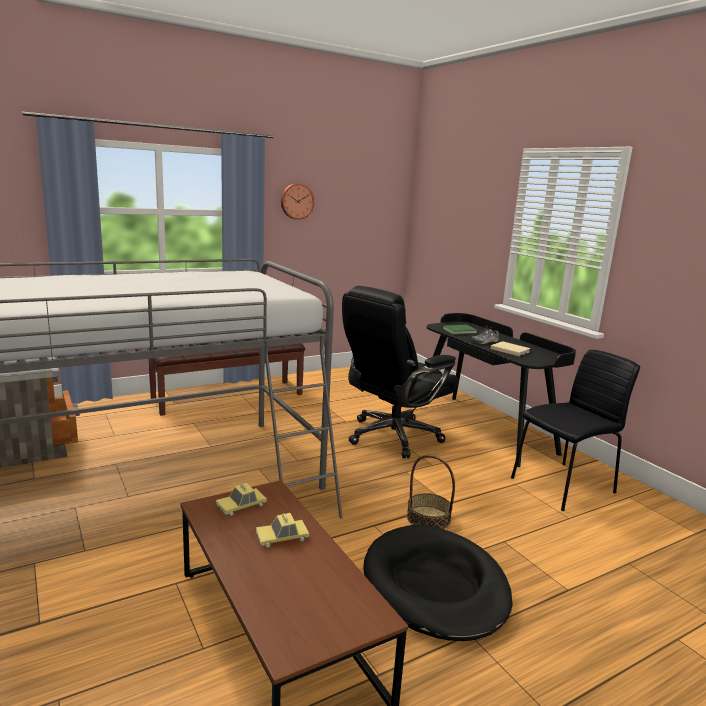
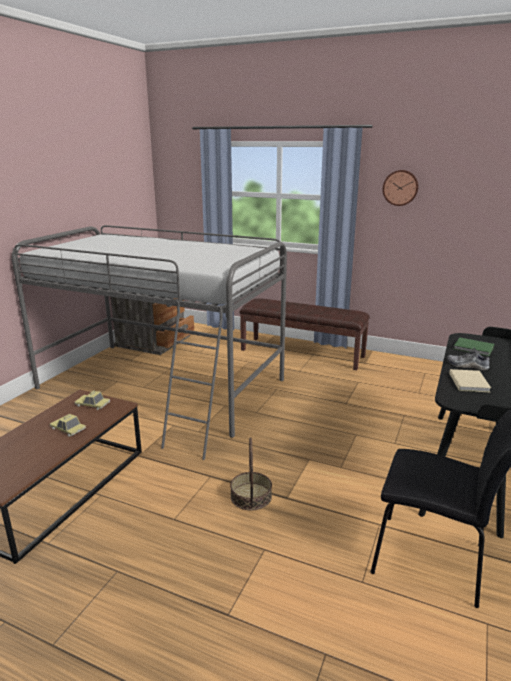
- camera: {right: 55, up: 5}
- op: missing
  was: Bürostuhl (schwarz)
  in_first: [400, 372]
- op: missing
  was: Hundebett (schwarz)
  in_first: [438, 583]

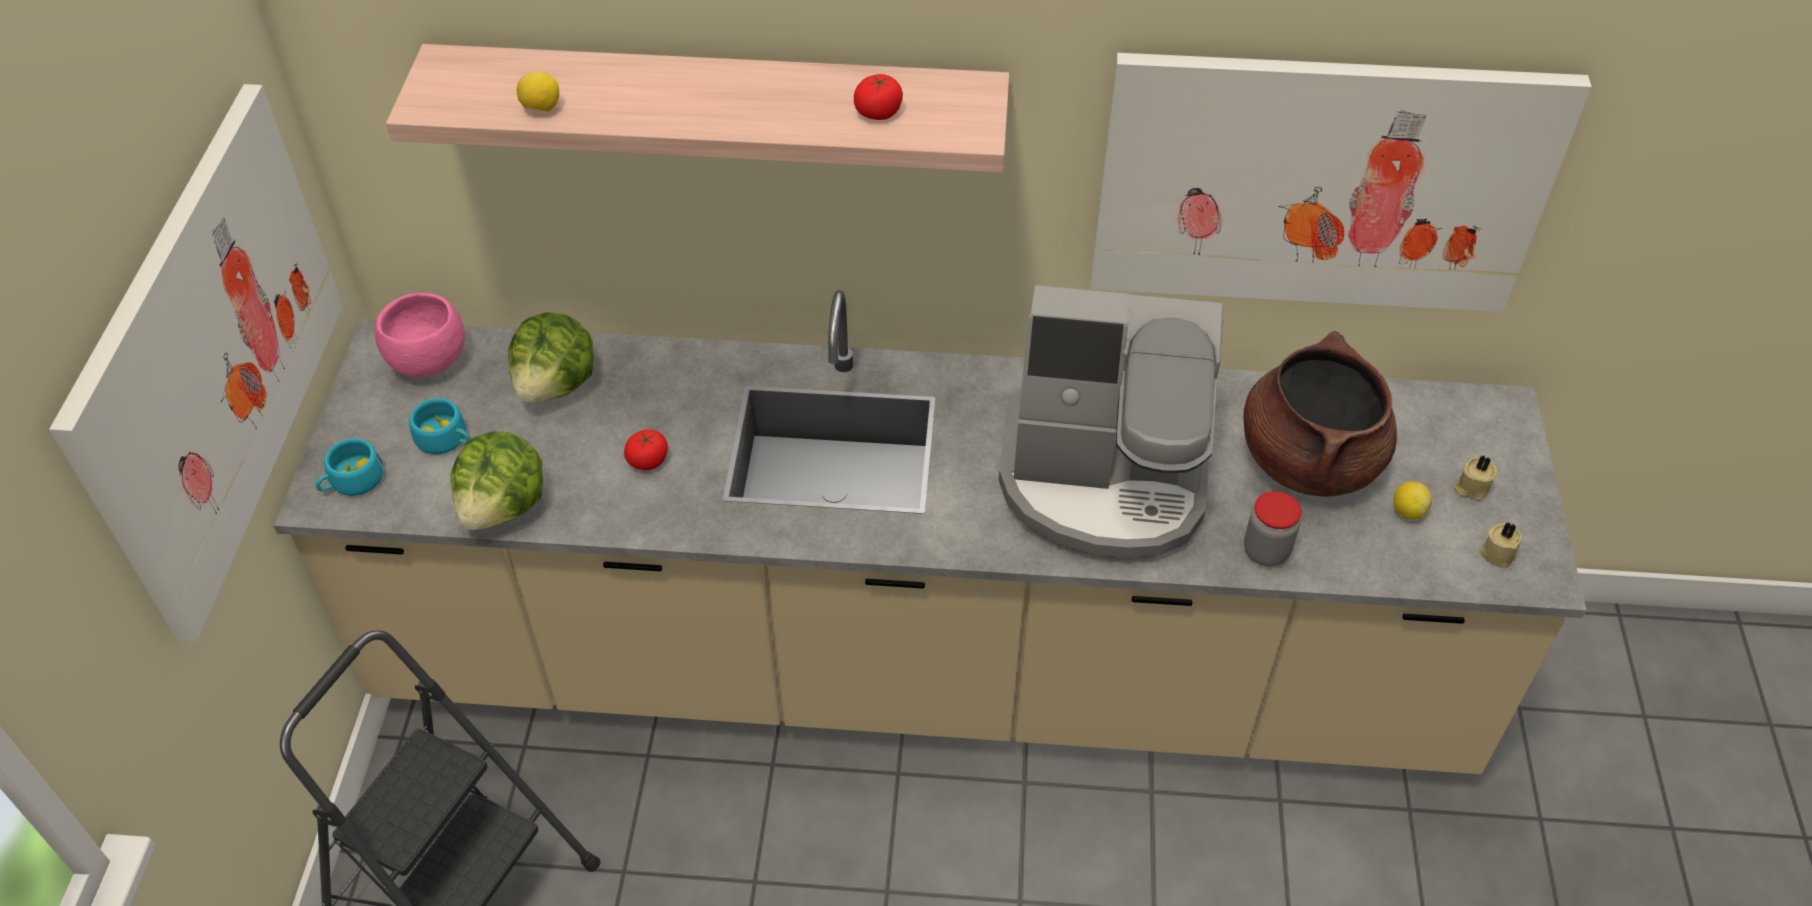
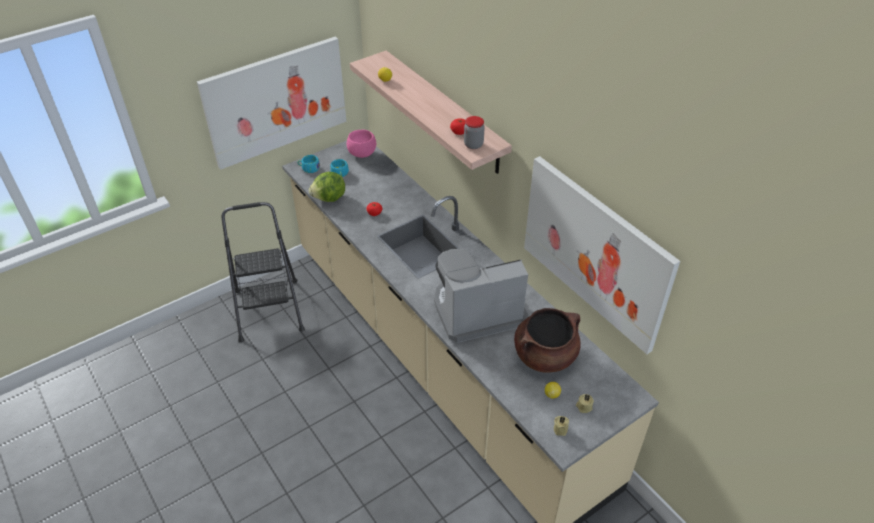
- camera: {right: 50, up: -5}
- op: missing
  was: Salatkopf
  in_first: [551, 357]
- op: spun
  was: Kaffeemaschine
  in_first: [1111, 422]
  in_second: [481, 296]
  clockwise: 105
- op: relocated
  was: Vorratsglas
  in_first: [1273, 528]
  in_second: [474, 132]

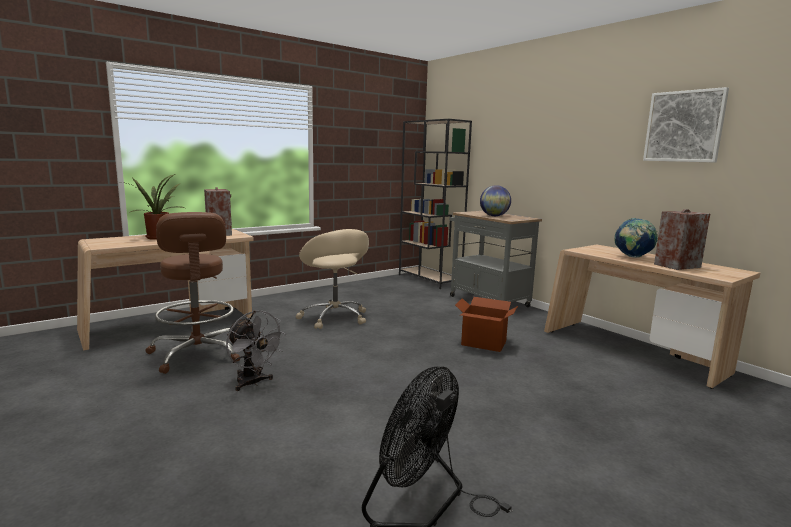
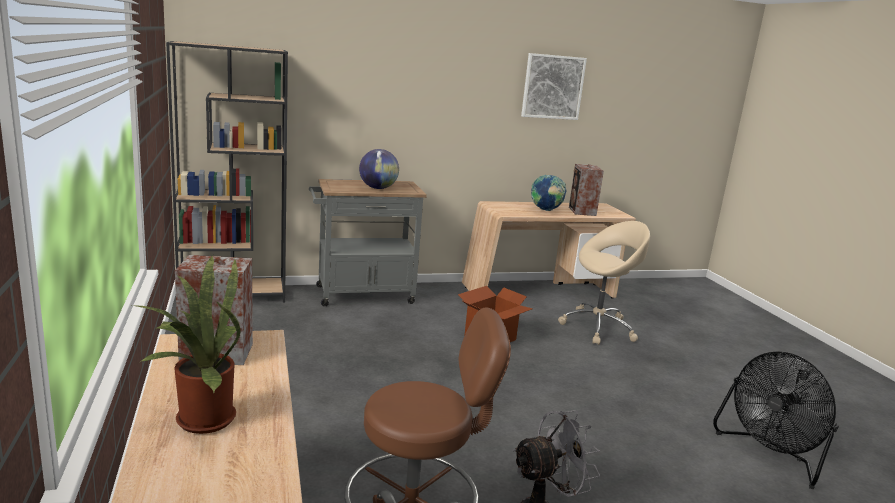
- camera: {right: -70, up: 5}
- op: relocated
  was: Bürostuhl (beige)
  in_first: [332, 279]
  in_second: [604, 283]

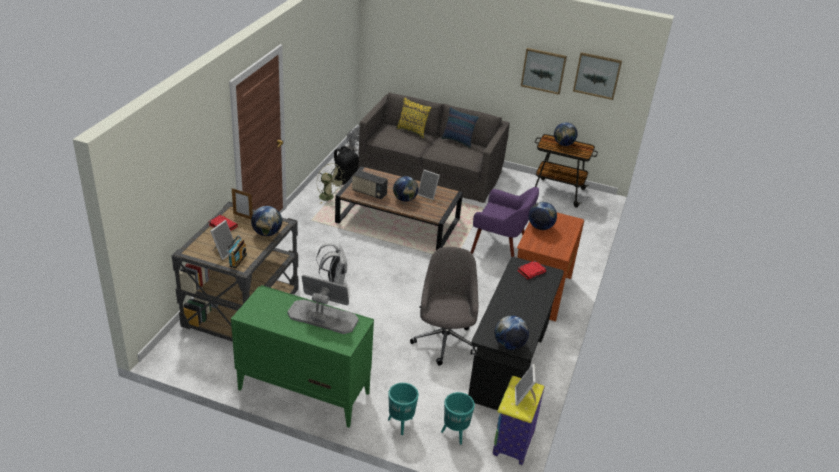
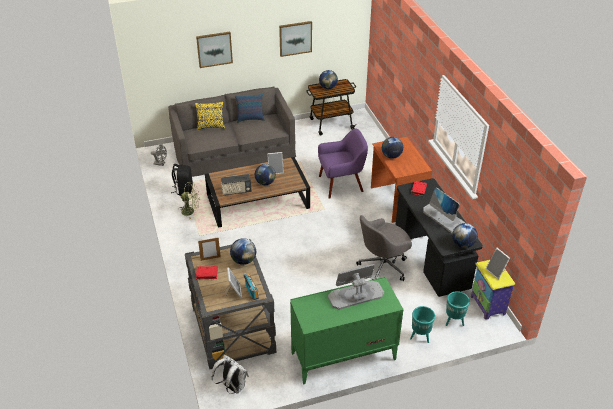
- camera: {right: -35, up: 5}
- op: relocated
  was: Rucksack (weiß)
  in_first: [331, 264]
  in_second: [230, 374]
- op: spun
  was: Bürostuhl (grau)
  in_first: [444, 306]
  in_second: [384, 248]
  clockwise: -90
- op: relocated
  was: Bild
  in_first: [597, 76]
  in_second: [214, 50]
- op: appeared
  now: Monitor
  in_second: [444, 210]

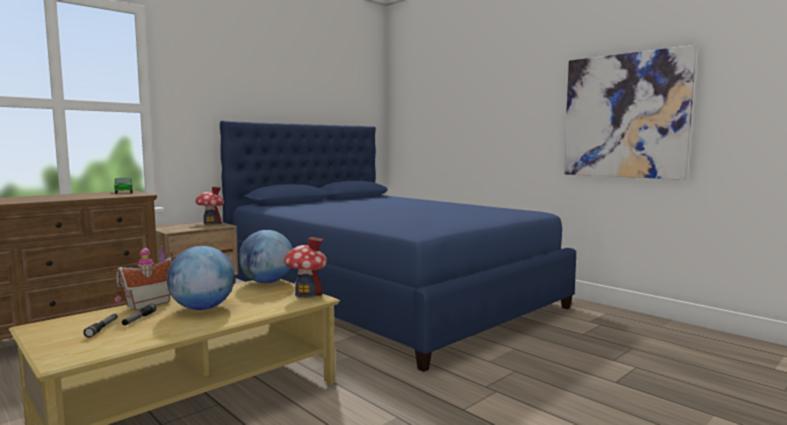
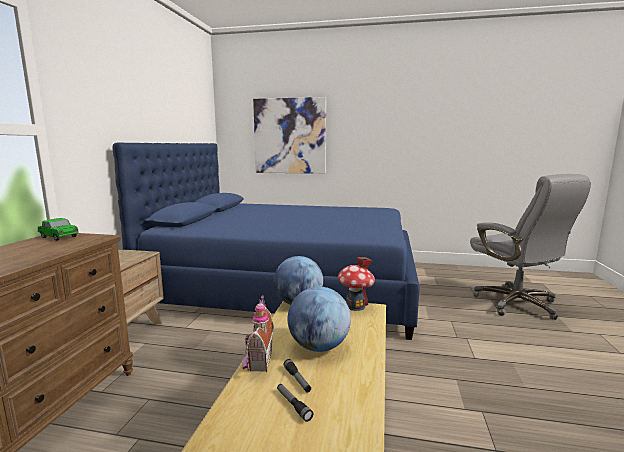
- camera: {right: -35, up: 5}
- op: missing
  was: Spielzeughaus
  in_first: [209, 205]
- op: relocated
  was: Bild
  in_first: [630, 112]
  in_second: [289, 135]
- op: appeared
  now: Bürostuhl (grau)
  in_second: [530, 247]

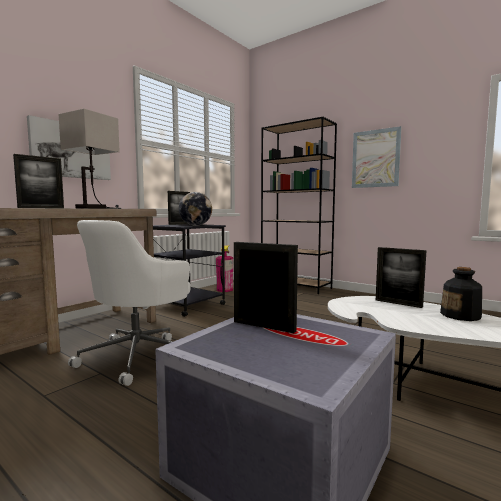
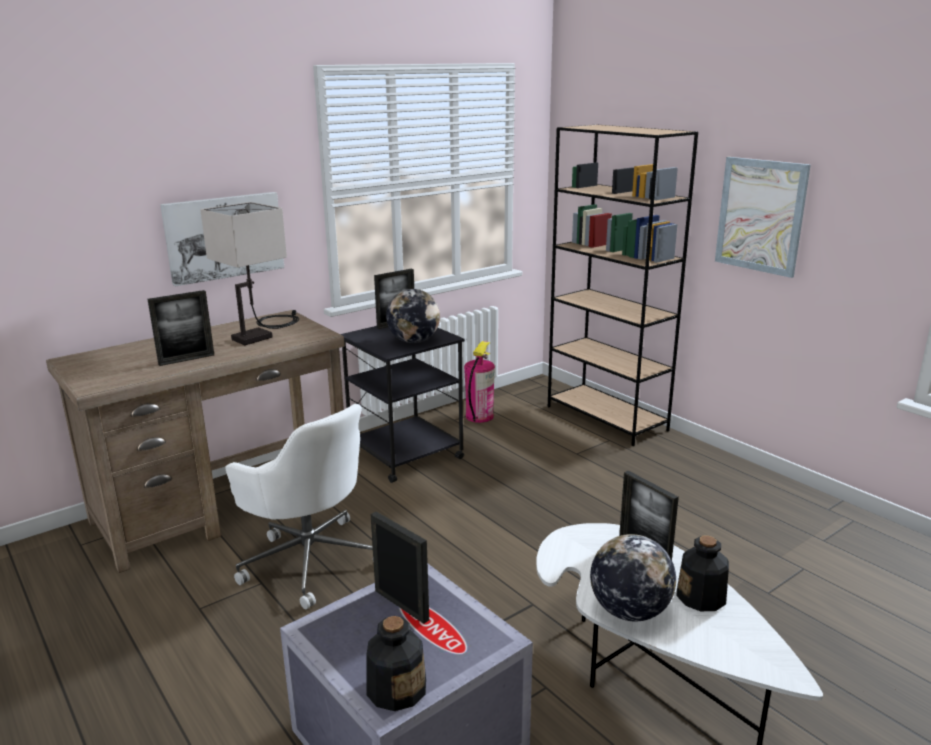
- camera: {right: 15, up: 15}
- op: spun
  was: Bürostuhl (weiß)
  in_first: [129, 303]
  in_second: [299, 506]
  clockwise: -90
- op: appeared
  now: Flasche
  in_second: [396, 663]
- op: appeared
  now: Globus
  in_second: [633, 577]

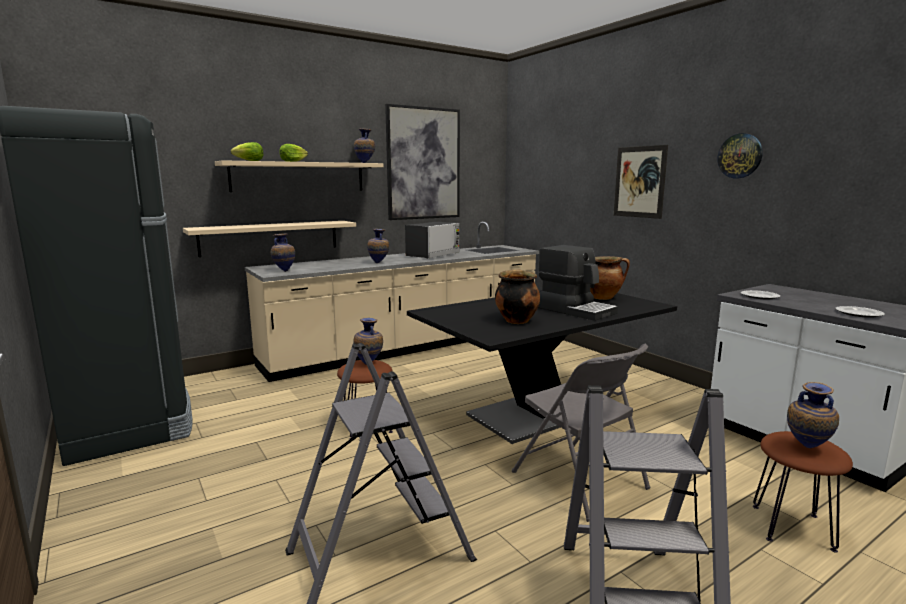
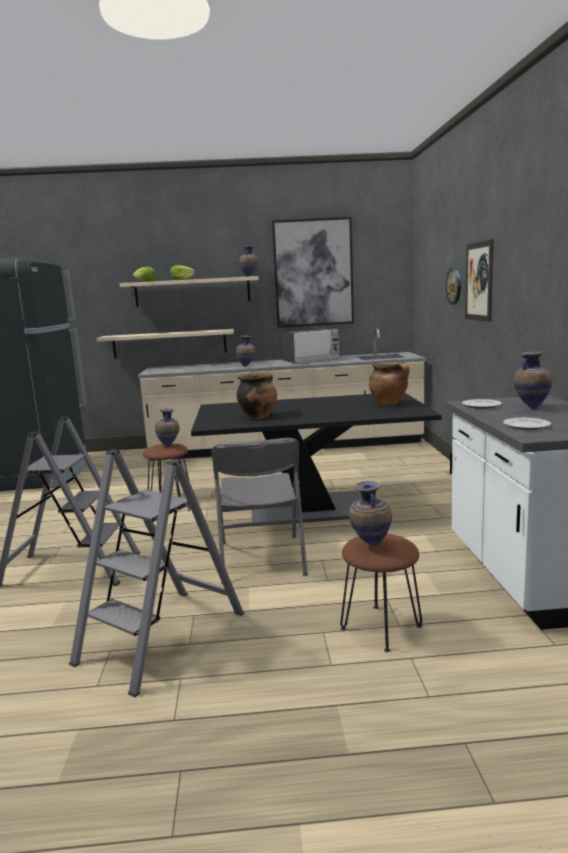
- camera: {right: 30, up: 0}
- op: relocated
  was: Vase
  in_first: [283, 252]
  in_second: [533, 380]
- op: missing
  was: Kaffeemaschine
  in_first: [578, 283]
- op: relocated
  was: Wanduhr
  in_first: [740, 155]
  in_second: [453, 286]

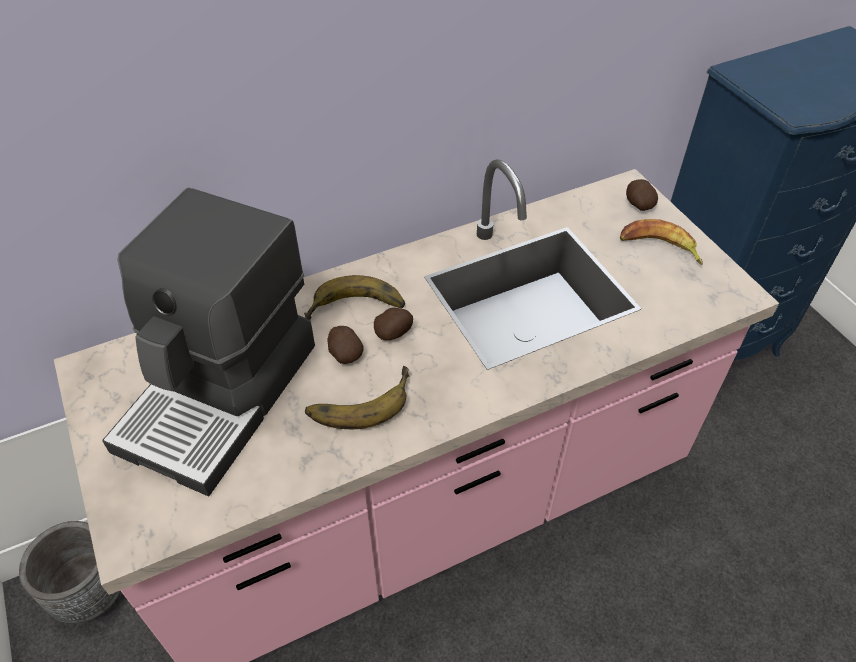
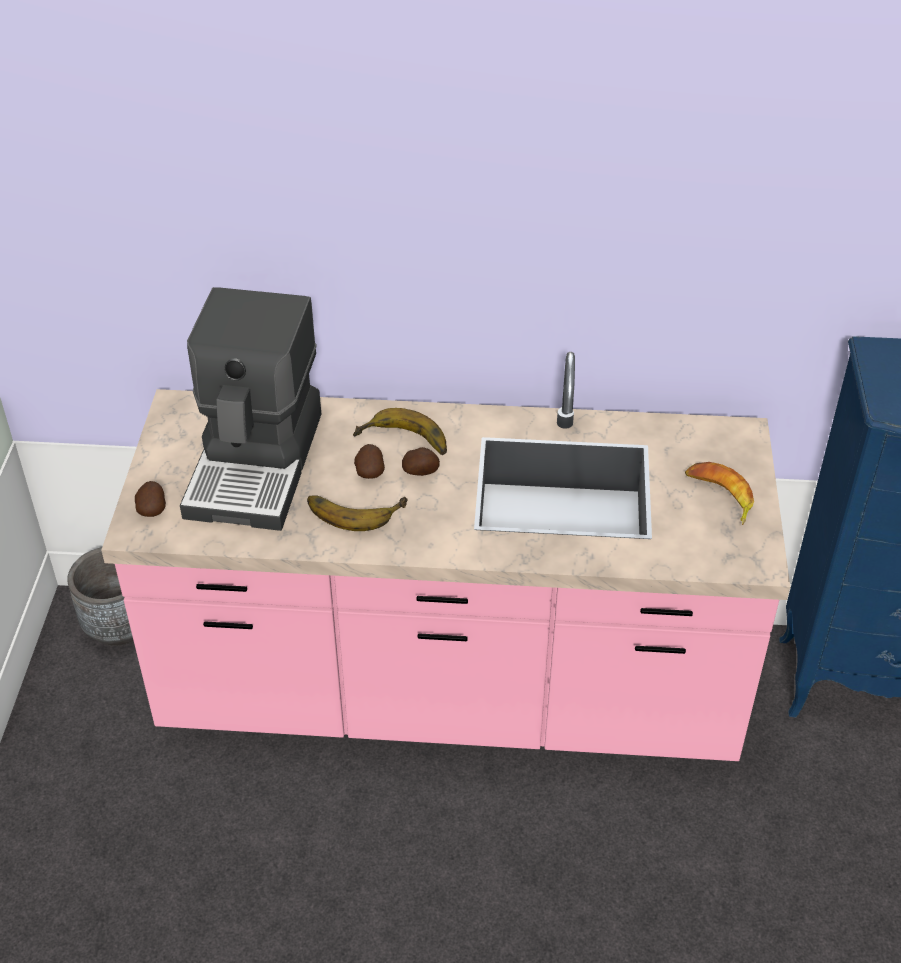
- camera: {right: 30, up: -5}
- op: spun
  was: Kaffeemaschine
  in_first: [208, 342]
  in_second: [250, 409]
  clockwise: -45
- op: relocated
  was: Kartoffel
  in_first: [642, 195]
  in_second: [150, 499]

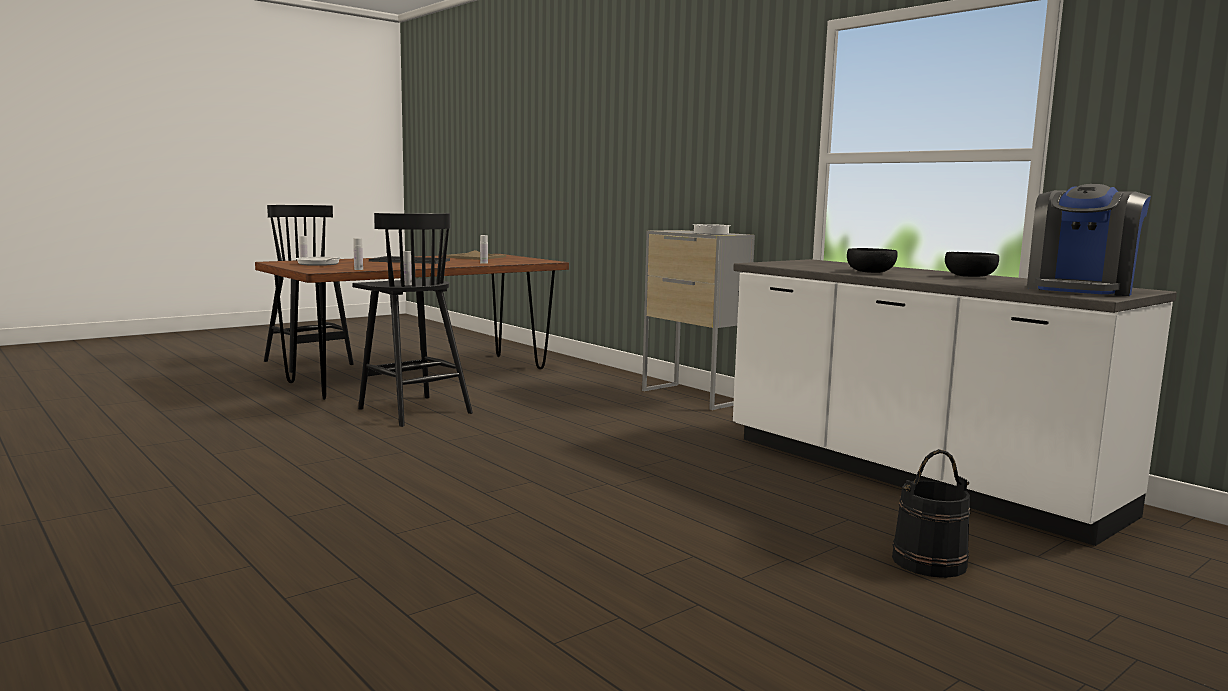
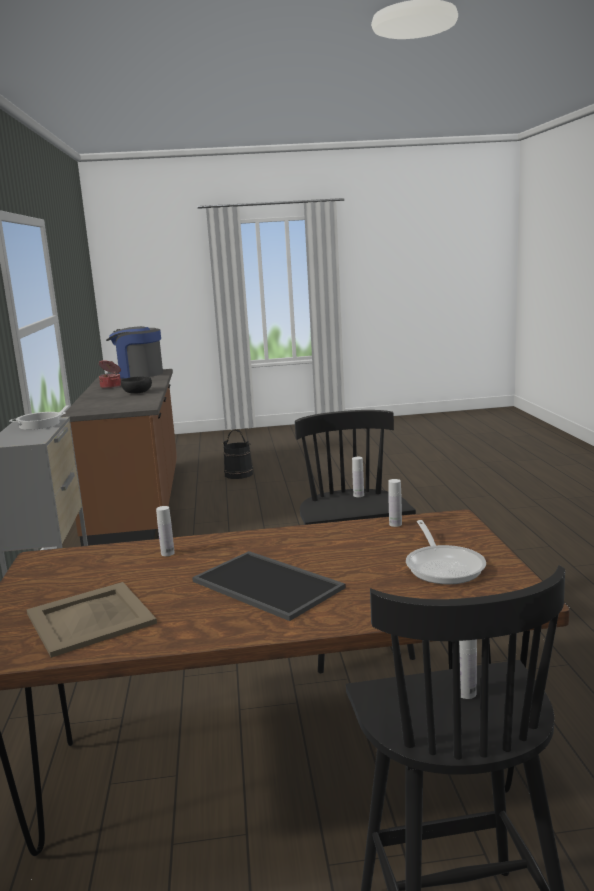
- camera: {right: -145, up: 5}
- op: colour
  was: Küchenzeile (weiß)
  now: Küchenzeile (braun)
  in_first: [955, 402]
  in_second: [119, 457]
- op: exchanged
  was: Schüssel (schwarz)
  now: Kochtopf
  in_first: [972, 264]
  in_second: [110, 374]
- op: spun
  was: Kaffeemaschine
  in_first: [1089, 240]
  in_second: [134, 352]
  clockwise: -150

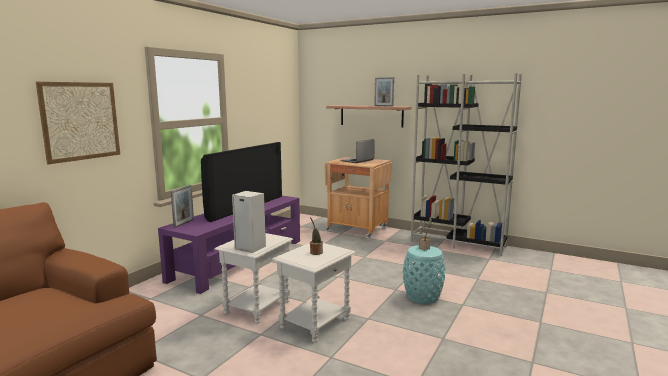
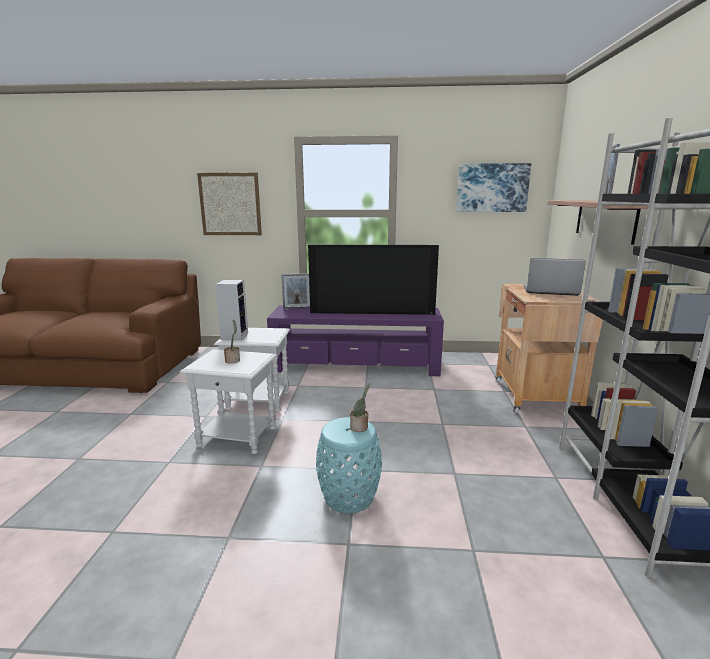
- camera: {right: 65, up: 5}
- op: appeared
  now: Bild
  in_second: [493, 187]

